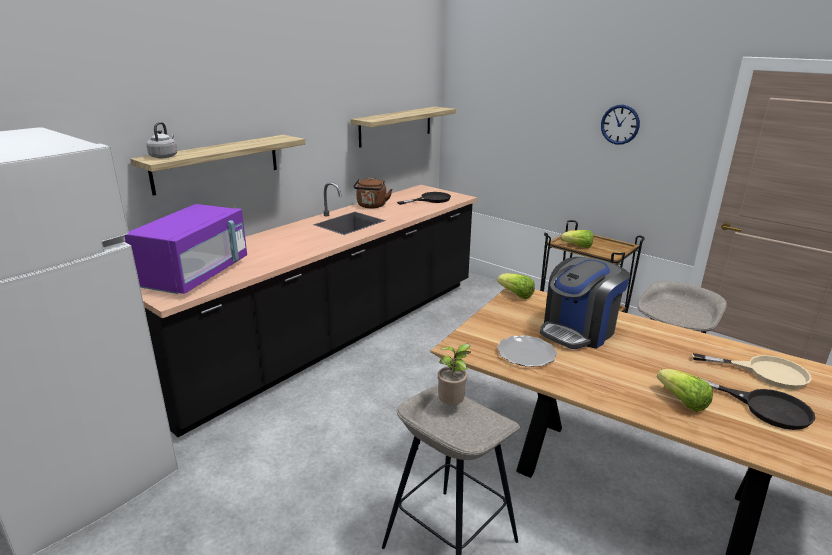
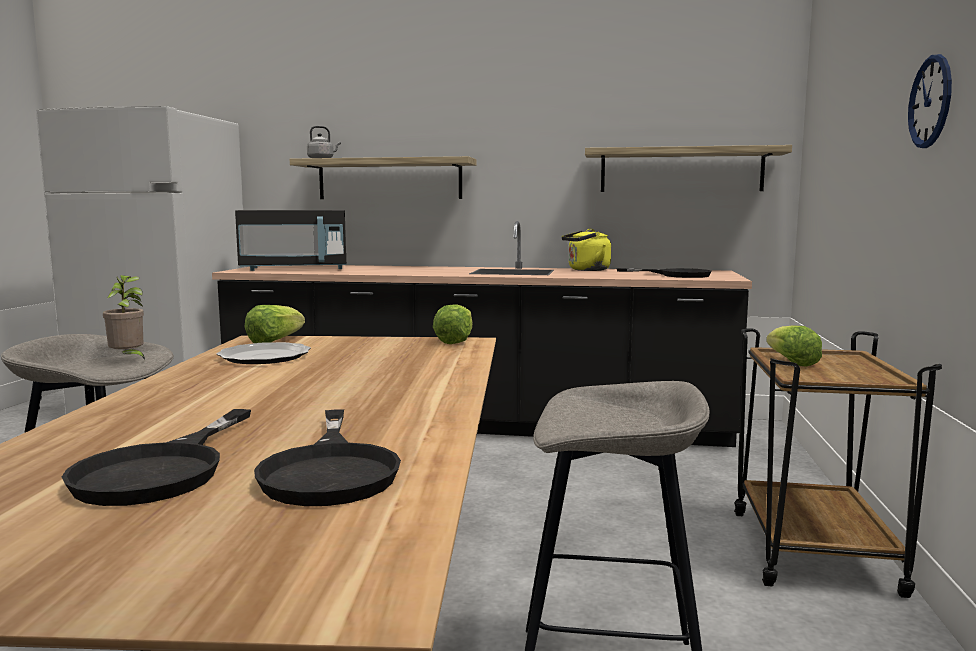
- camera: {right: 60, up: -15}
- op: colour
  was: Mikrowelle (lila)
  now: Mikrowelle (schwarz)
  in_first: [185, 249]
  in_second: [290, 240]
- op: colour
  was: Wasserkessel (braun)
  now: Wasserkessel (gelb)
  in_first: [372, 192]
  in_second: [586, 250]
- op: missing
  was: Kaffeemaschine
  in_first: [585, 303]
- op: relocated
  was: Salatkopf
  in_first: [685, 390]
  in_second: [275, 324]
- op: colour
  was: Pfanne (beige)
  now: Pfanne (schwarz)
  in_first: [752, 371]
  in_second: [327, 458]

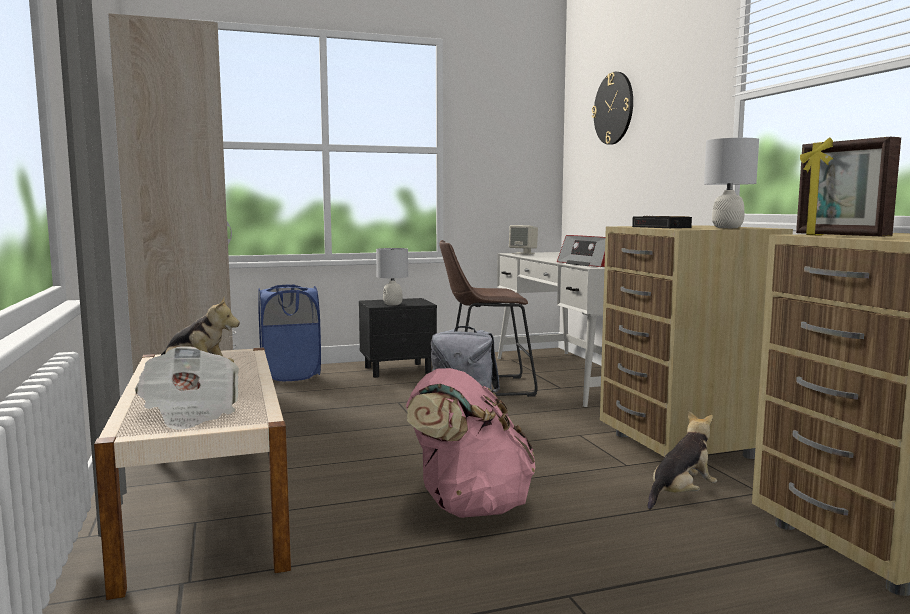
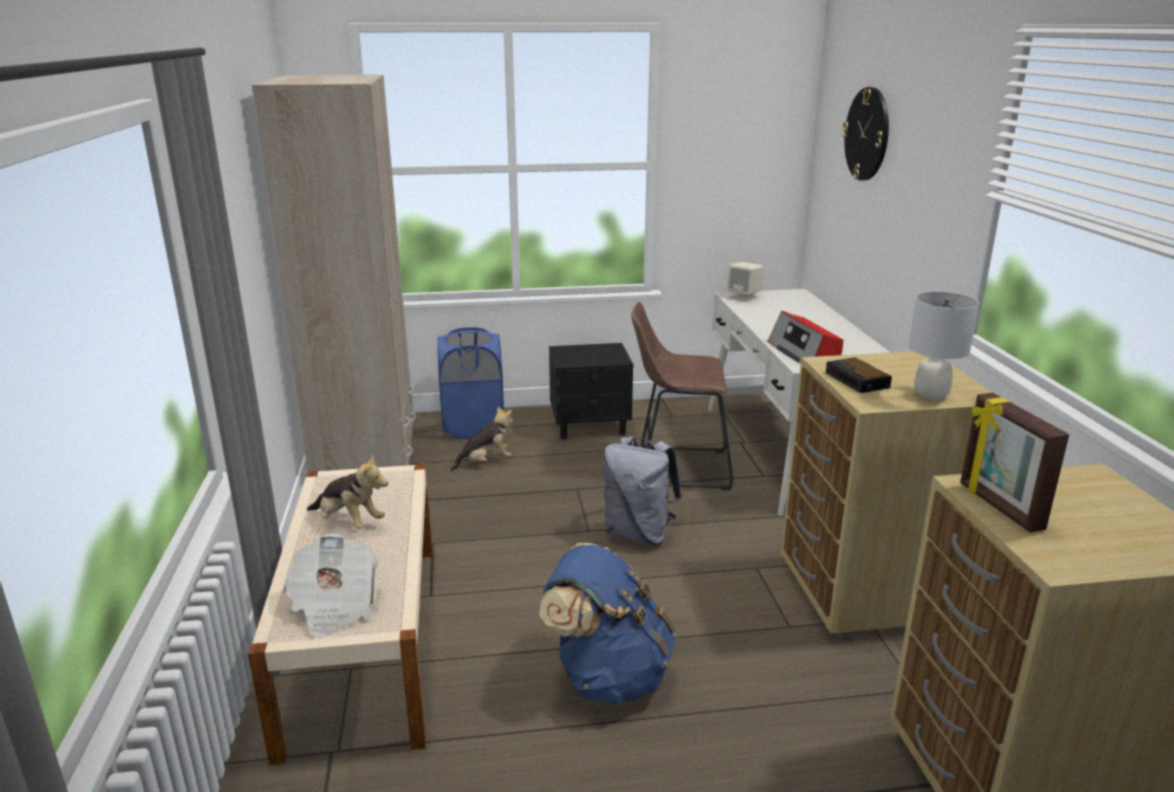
- camera: {right: 10, up: 15}
- op: missing
  was: Tischlampe (grau)
  in_first: [392, 277]
- op: colour
  was: Rucksack (rosa)
  now: Rucksack (blau)
  in_first: [470, 443]
  in_second: [607, 624]
- op: relocated
  was: Plüschtier
  in_first: [682, 460]
  in_second: [482, 438]

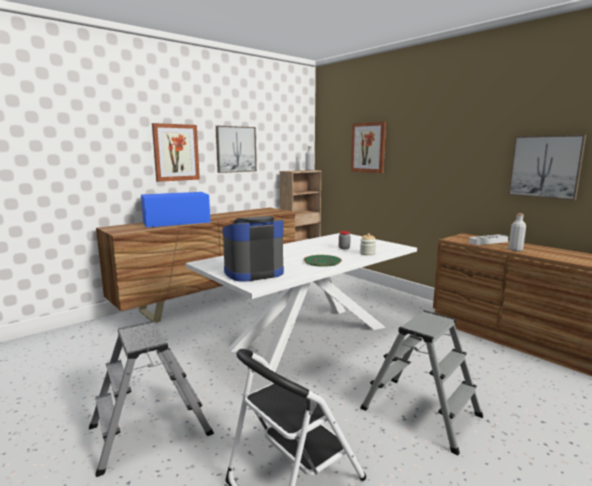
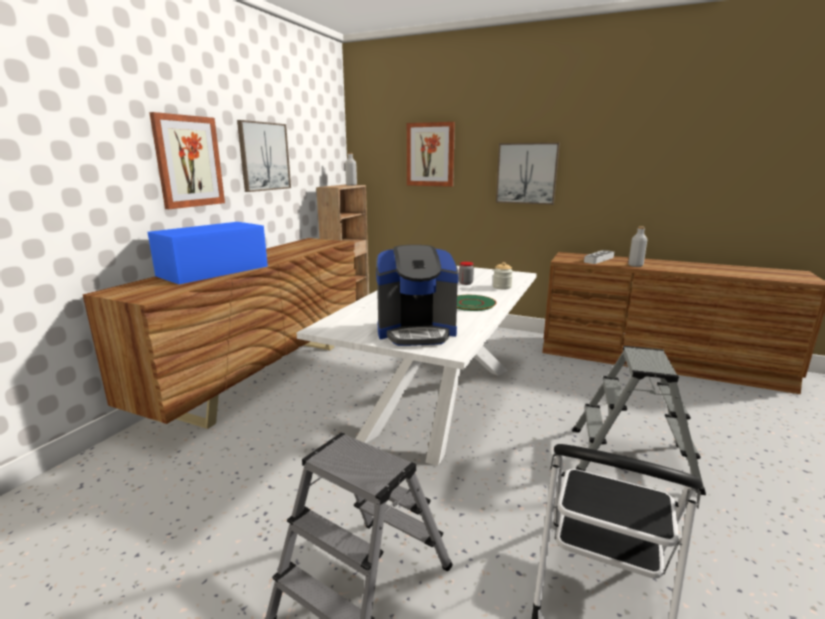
- camera: {right: -25, up: 5}
- op: spun
  was: Kaffeemaschine
  in_first: [253, 249]
  in_second: [417, 295]
  clockwise: -135
- op: relocated
  was: Bild
  in_first: [547, 167]
  in_second: [528, 174]

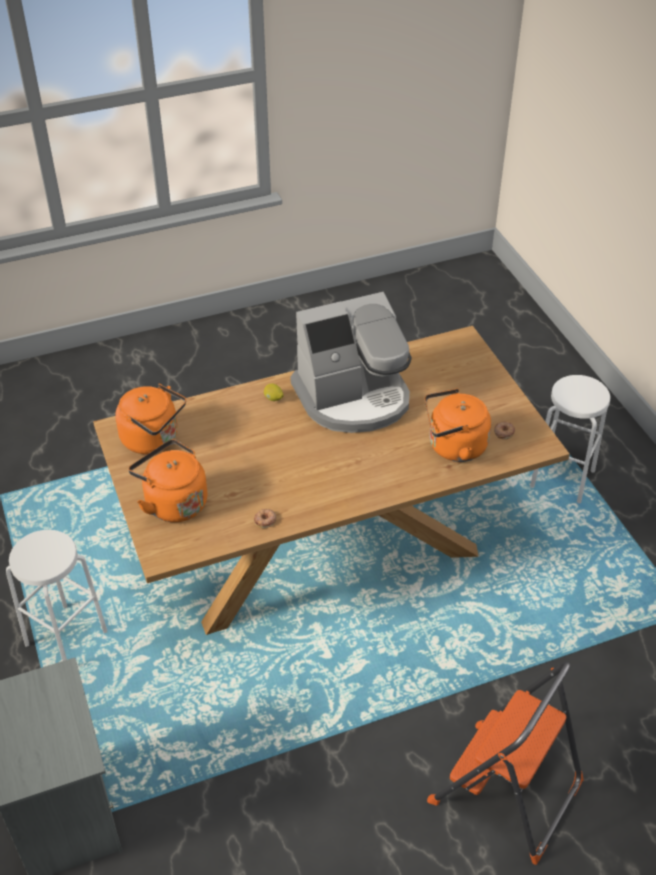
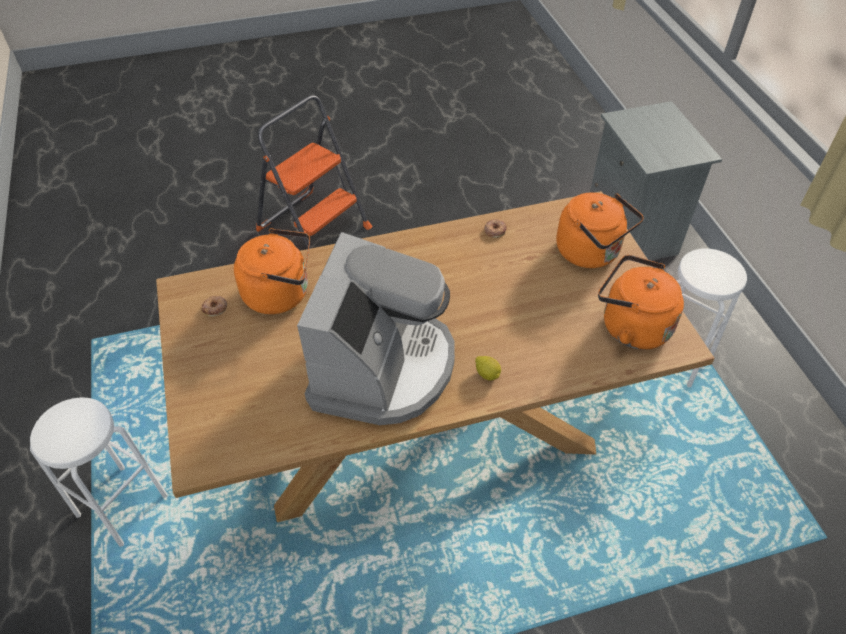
- camera: {right: -175, up: 5}
- op: spun
  was: Kaffeemaschine
  in_first: [351, 362]
  in_second: [376, 328]
  clockwise: 120

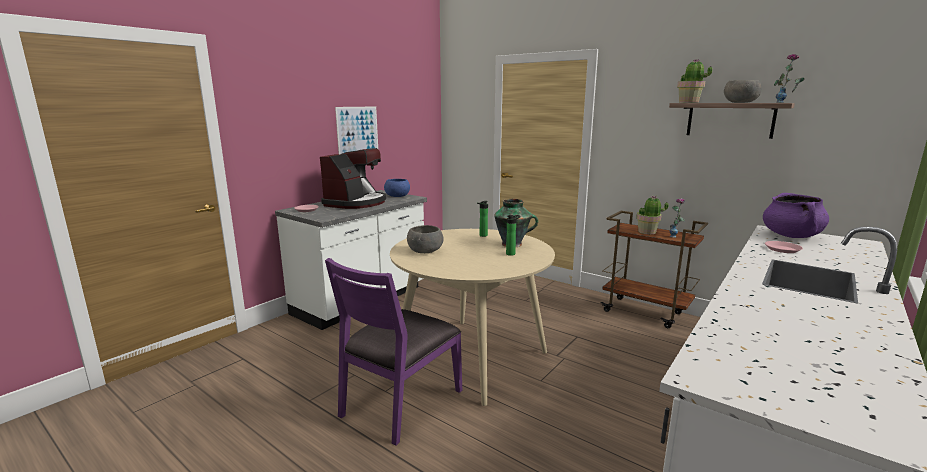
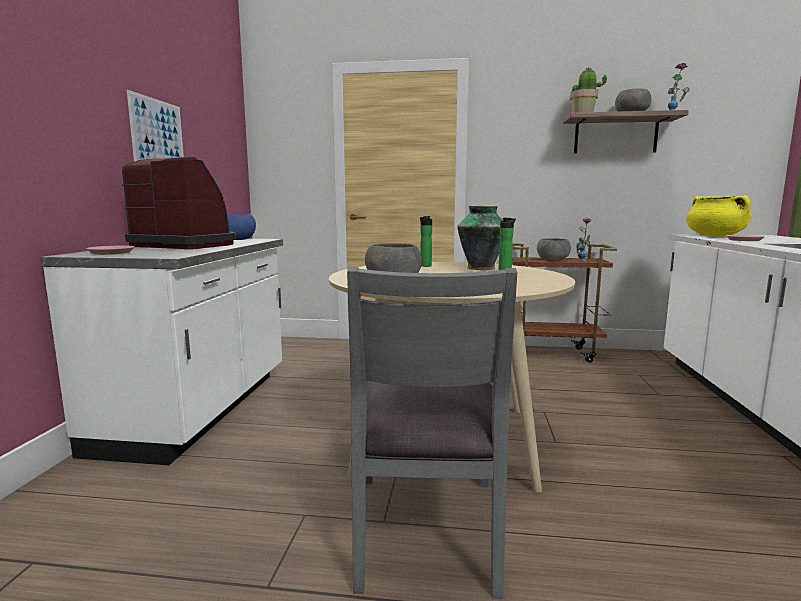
- camera: {right: -30, up: -5}
- op: spun
  was: Kaffeemaschine
  in_first: [353, 178]
  in_second: [179, 203]
  clockwise: -60
- op: colour
  was: Stuhl (lila)
  now: Stuhl (grau)
  in_first: [393, 351]
  in_second: [432, 433]
- op: exchanged
  was: Topfpflanze
  now: Schüssel (grau)
  in_first: [652, 214]
  in_second: [554, 249]
- op: colour
  was: Kochtopf (lila)
  now: Kochtopf (gelb)
  in_first: [796, 215]
  in_second: [718, 215]

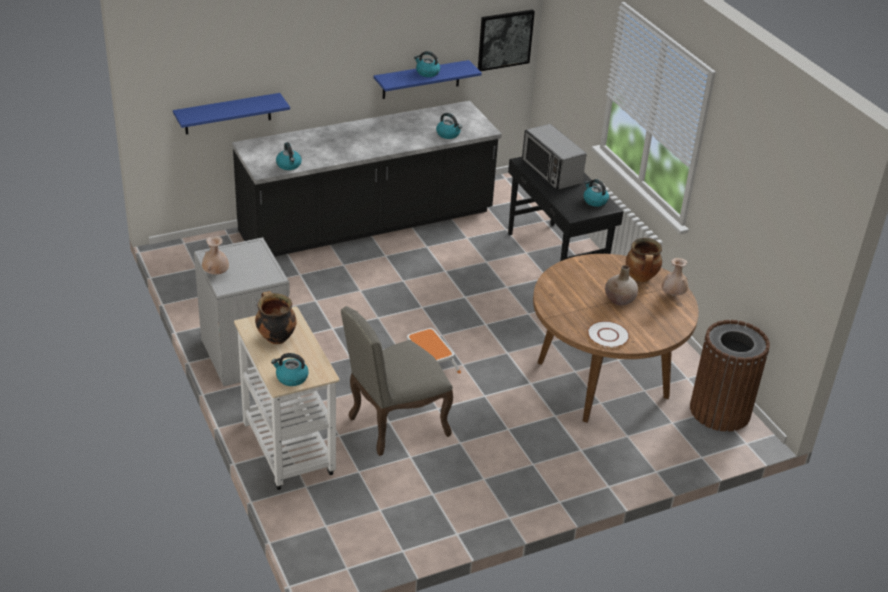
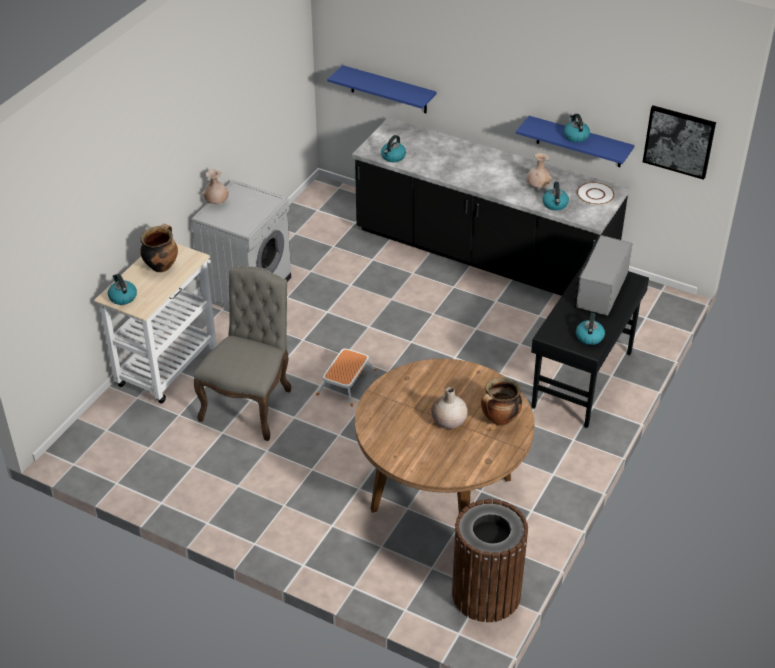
- camera: {right: 55, up: 5}
- op: spun
  was: Stuhl (grau)
  in_first: [397, 381]
  in_second: [242, 354]
  clockwise: 90
- op: relocated
  was: Teller (weiß)
  in_first: [608, 334]
  in_second: [595, 193]
- op: relocated
  was: Vase (beige)
  in_first: [675, 277]
  in_second: [539, 171]

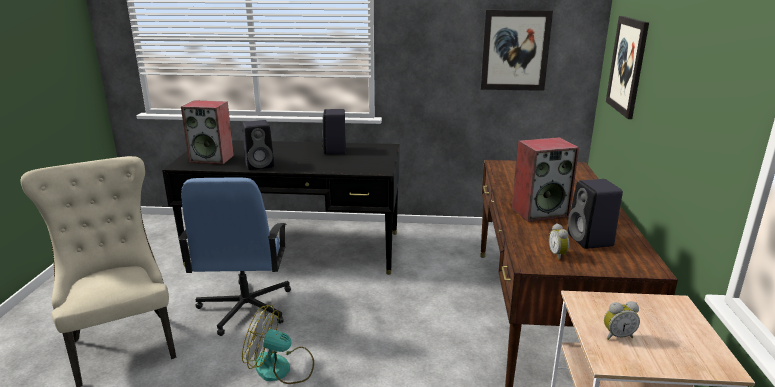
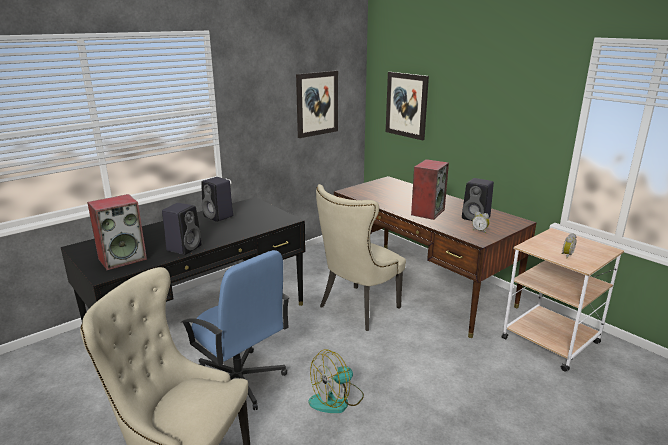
- camera: {right: -45, up: 0}
- op: appeared
  now: Stuhl (beige)
  in_second: [361, 257]

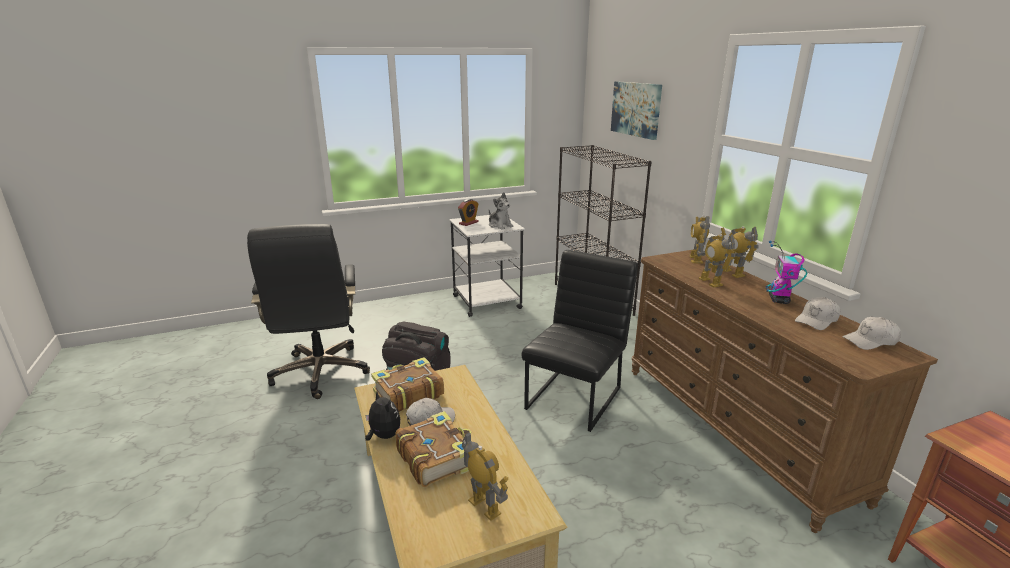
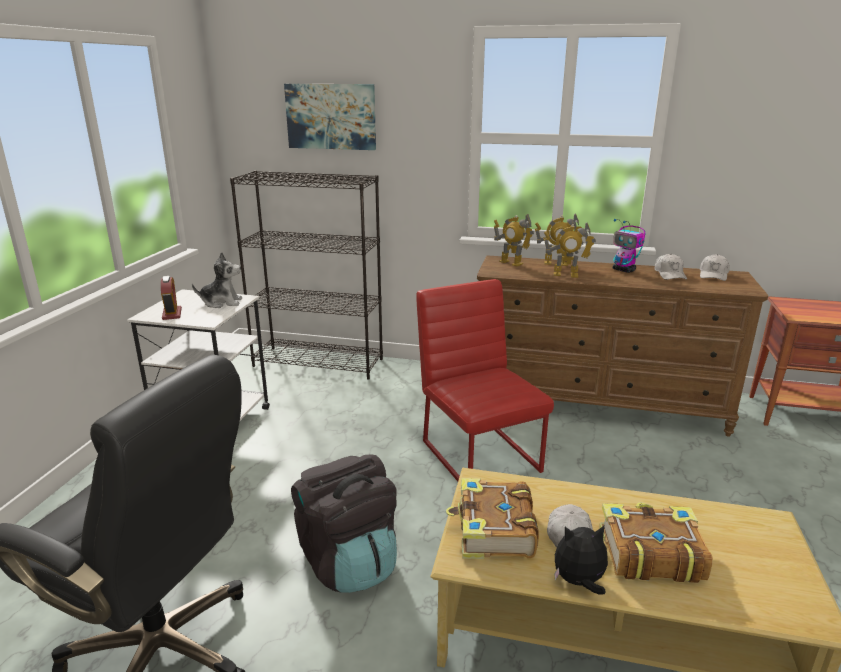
- camera: {right: -55, up: 0}
- op: missing
  was: Spielzeugroboter
  in_first: [485, 476]
- op: colour
  was: Stuhl (schwarz)
  now: Stuhl (rot)
  in_first: [580, 341]
  in_second: [485, 380]

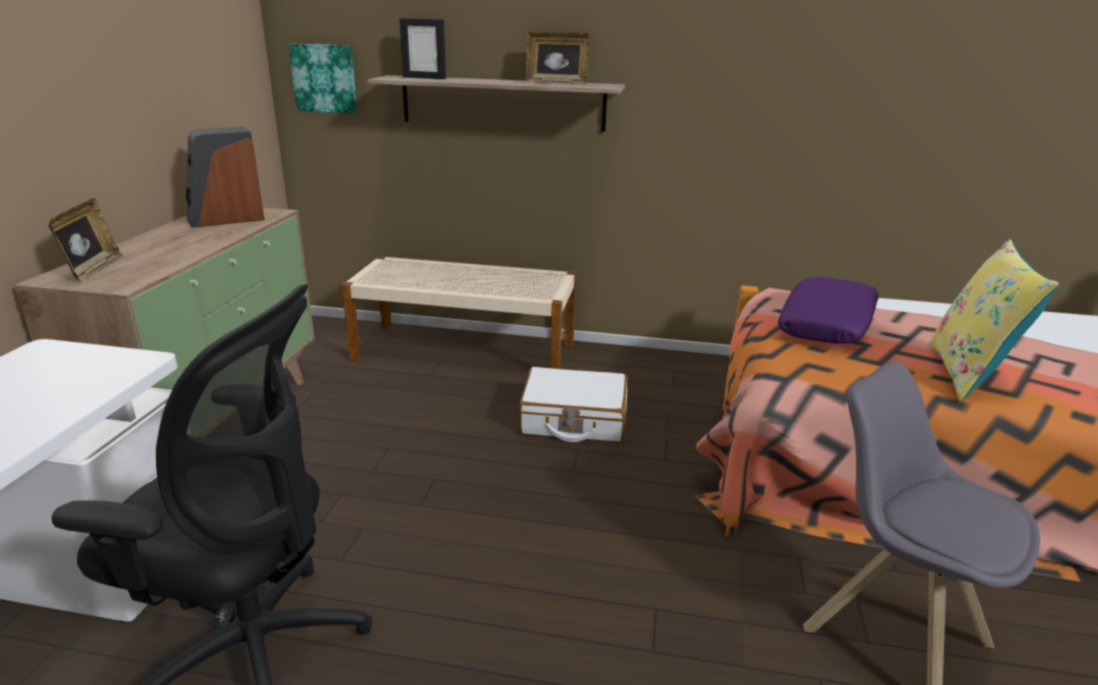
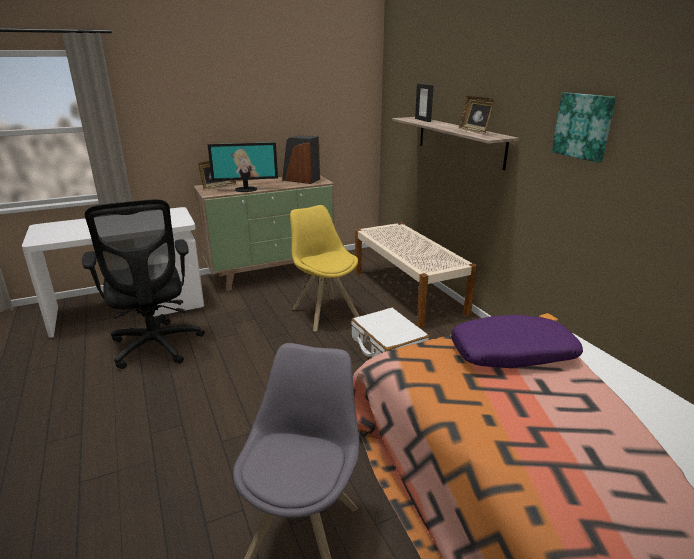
- camera: {right: 55, up: 0}
- op: relocated
  was: Bild
  in_first: [323, 78]
  in_second: [584, 128]
- op: missing
  was: Kissen (gelb)
  in_first: [994, 320]
- op: appeared
  now: Monitor
  in_second: [243, 167]
- op: appeared
  now: Stuhl (gelb)
  in_second: [324, 268]

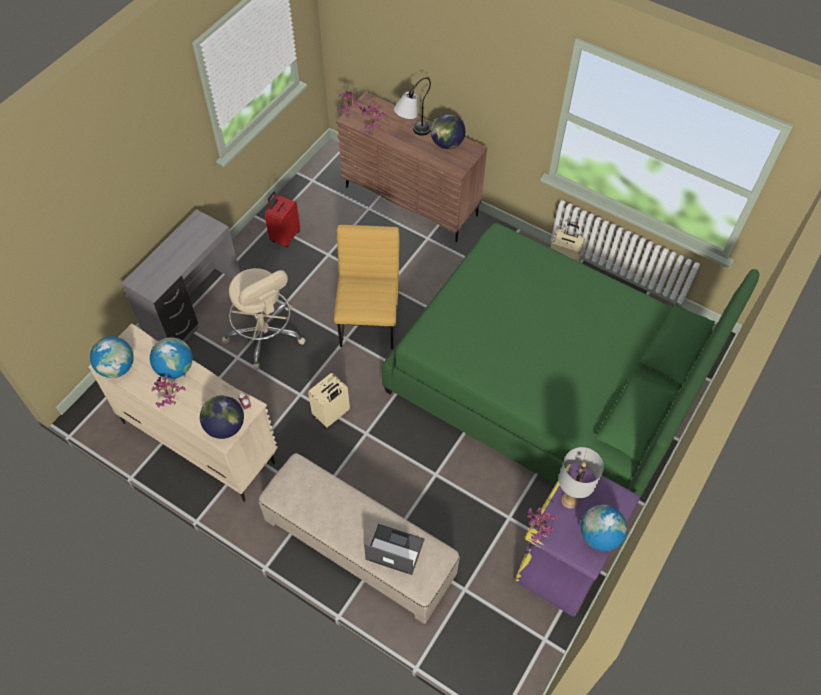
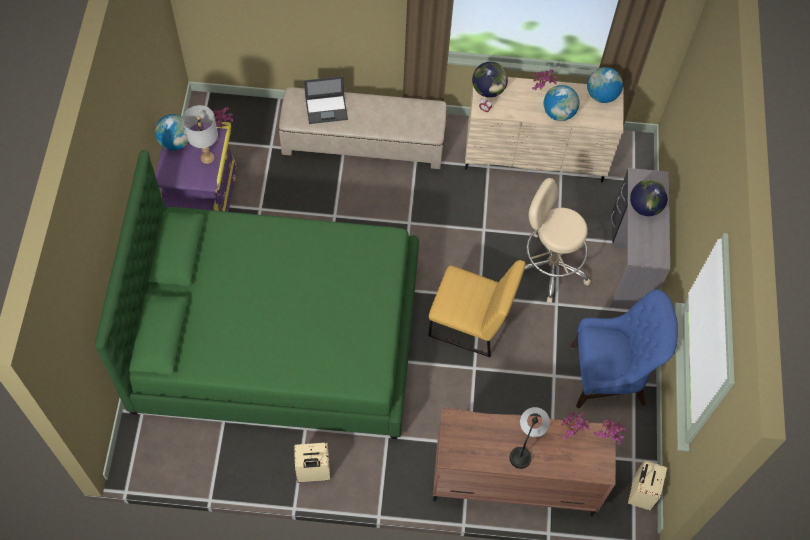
- camera: {right: 150, up: 5}
- op: exchanged
  was: Koffer (rot)
  now: Sessel (blau)
  in_first: [282, 220]
  in_second: [624, 348]
- op: relocated
  was: Koffer (beige)
  in_first: [329, 401]
  in_second: [647, 485]
- op: spun
  was: Stuhl (gelb)
  in_first: [366, 287]
  in_second: [476, 308]
  clockwise: -45
- op: relocated
  was: Globus
  in_first: [448, 131]
  in_second: [649, 197]

